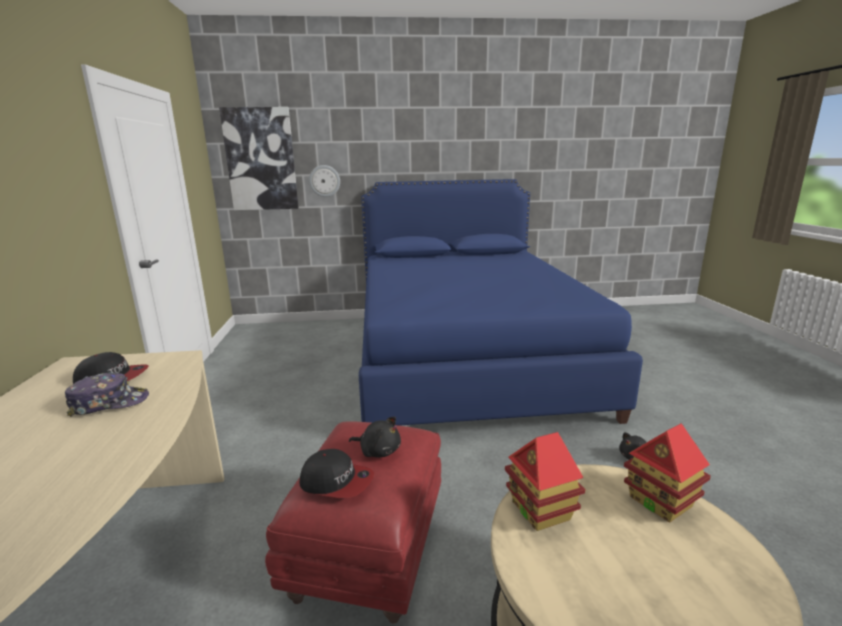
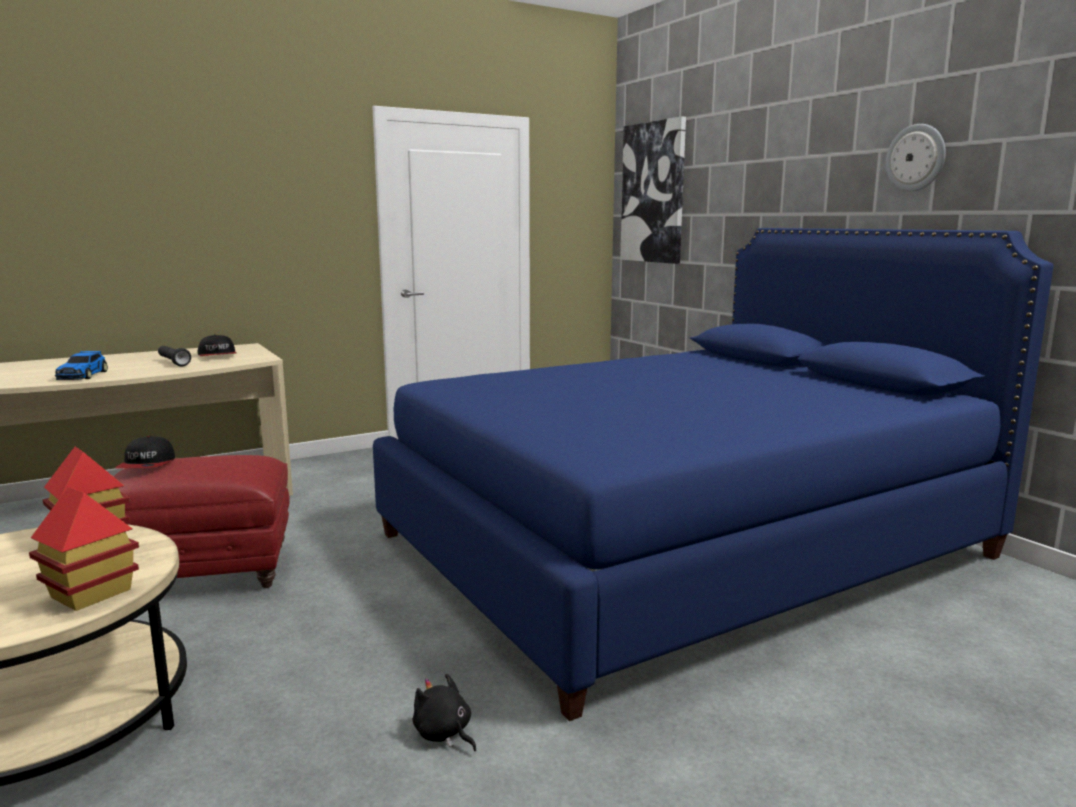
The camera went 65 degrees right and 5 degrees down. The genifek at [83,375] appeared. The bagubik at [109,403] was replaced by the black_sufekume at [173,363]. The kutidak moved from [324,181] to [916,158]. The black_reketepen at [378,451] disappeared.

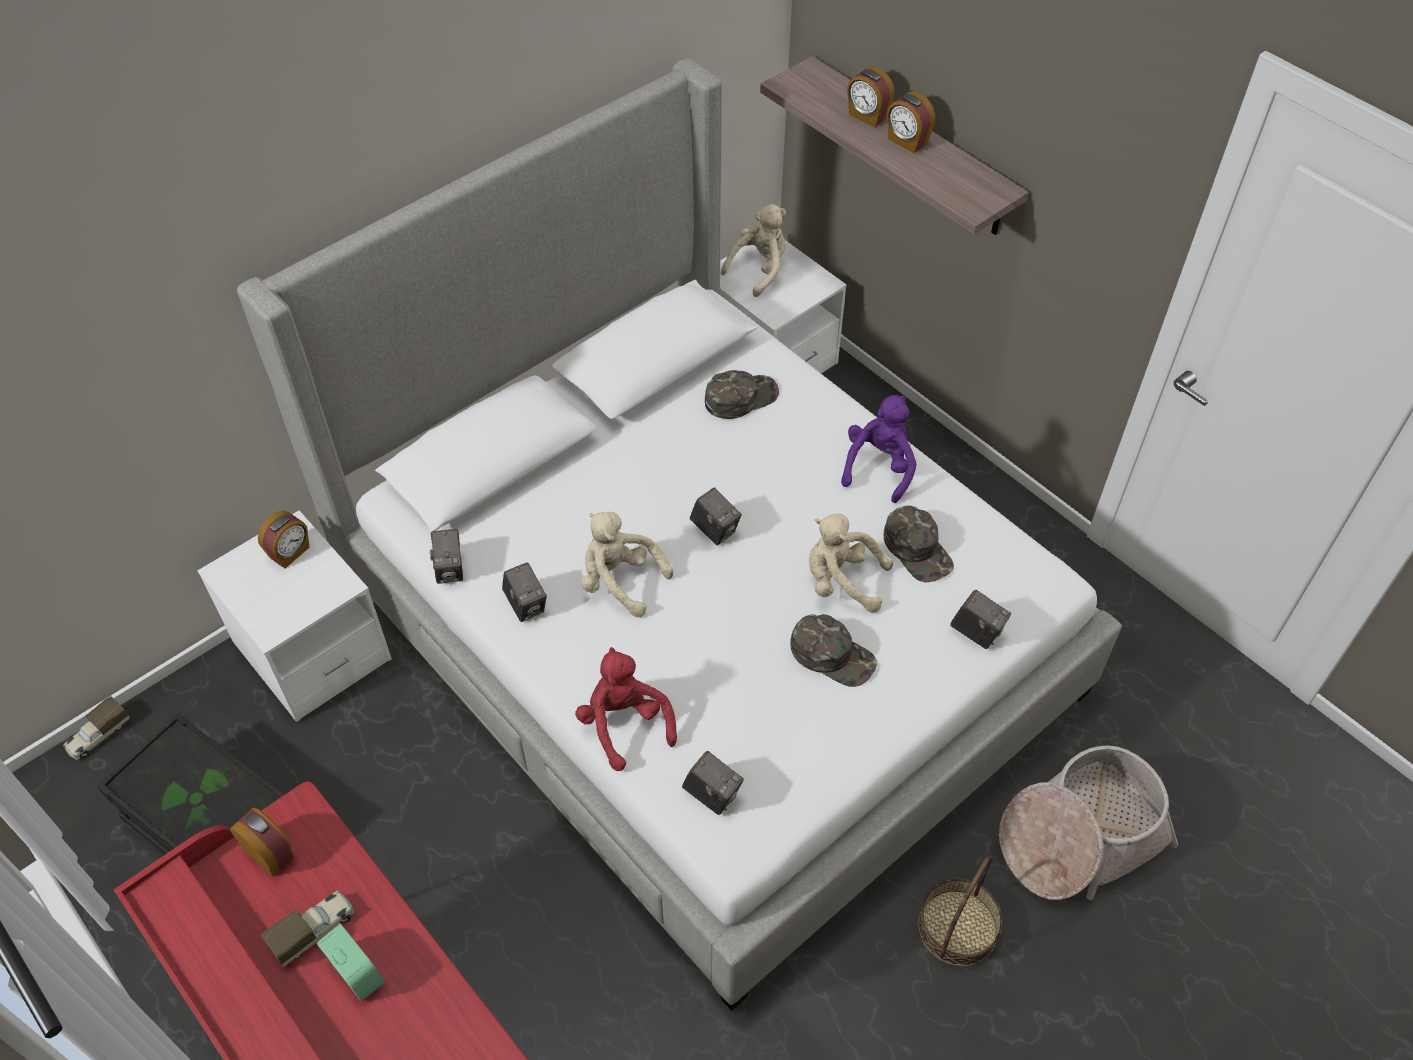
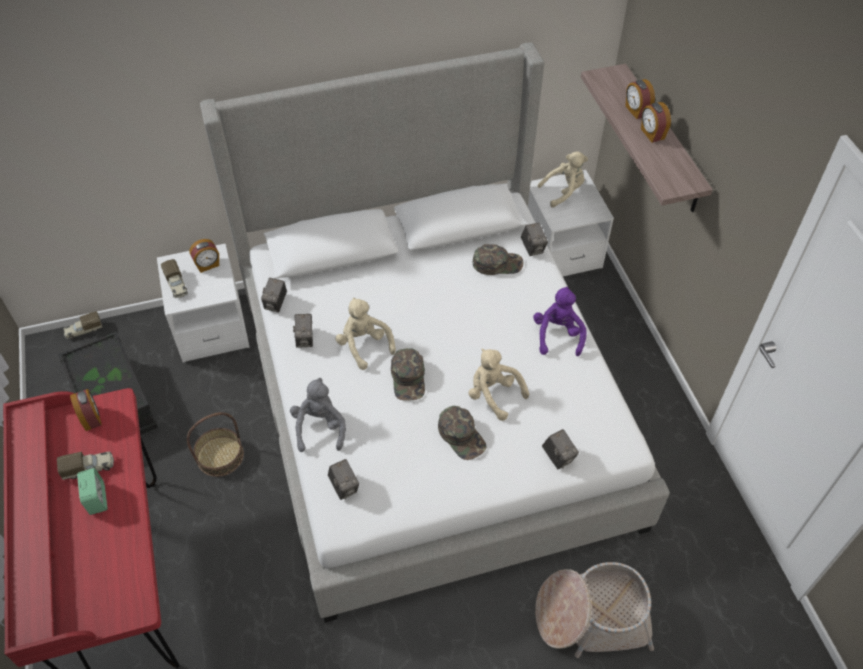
The camera went 25 degrees right and 0 degrees up. The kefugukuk at [176,285] appeared. The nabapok moved from [957,927] to [220,456]. The red_reketepen at [624,724] became the grey_reketepen at [319,427]. The green_bagubik moved from [918,549] to [409,378]. The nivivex moved from [715,530] to [533,248]. The purple_reketepen at [879,467] turned 45 degrees counterclockwise.

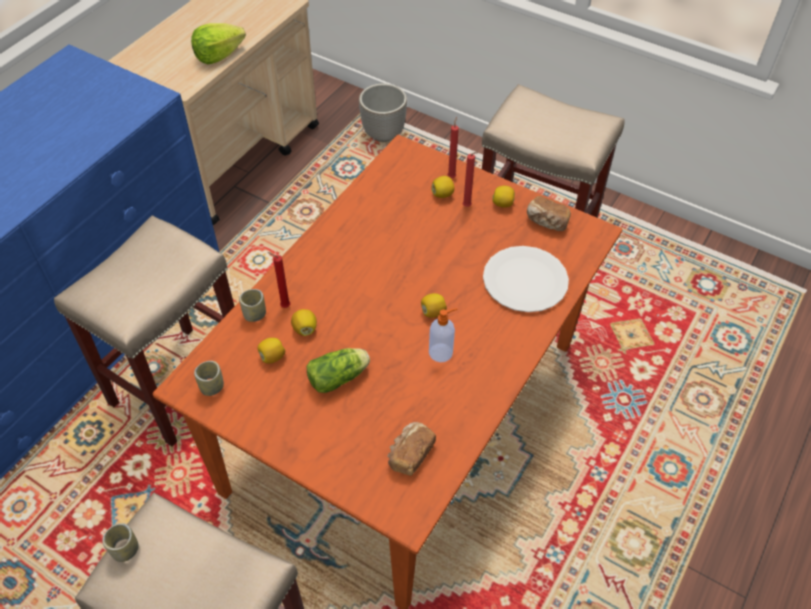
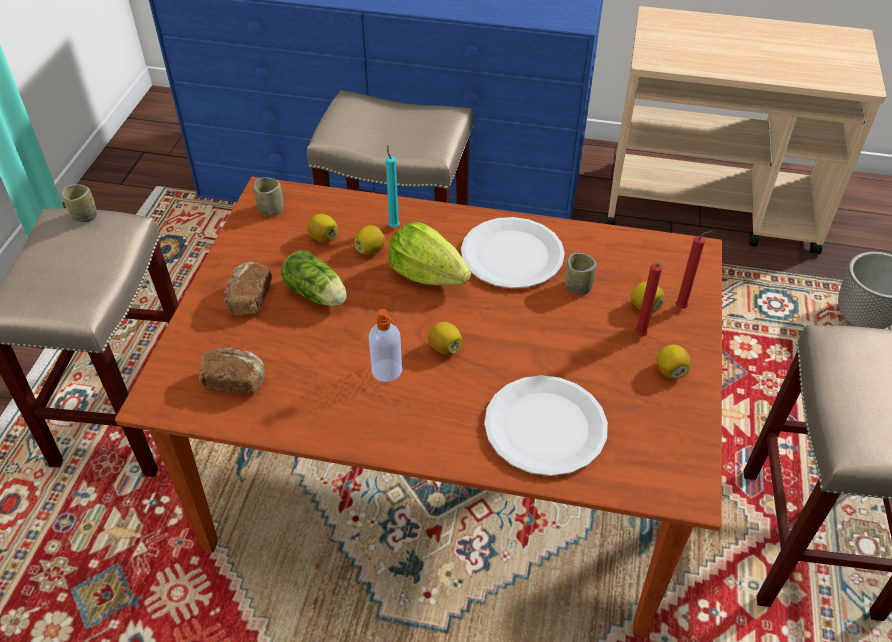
The camera went 70 degrees right and 5 degrees down. The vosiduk moved from [546,222] to [249,298]. The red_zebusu at [284,306] became the turquoise_zebusu at [393,226]. The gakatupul moved from [218,56] to [427,275]. The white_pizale at [512,255] appeared. The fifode moved from [255,314] to [578,287].

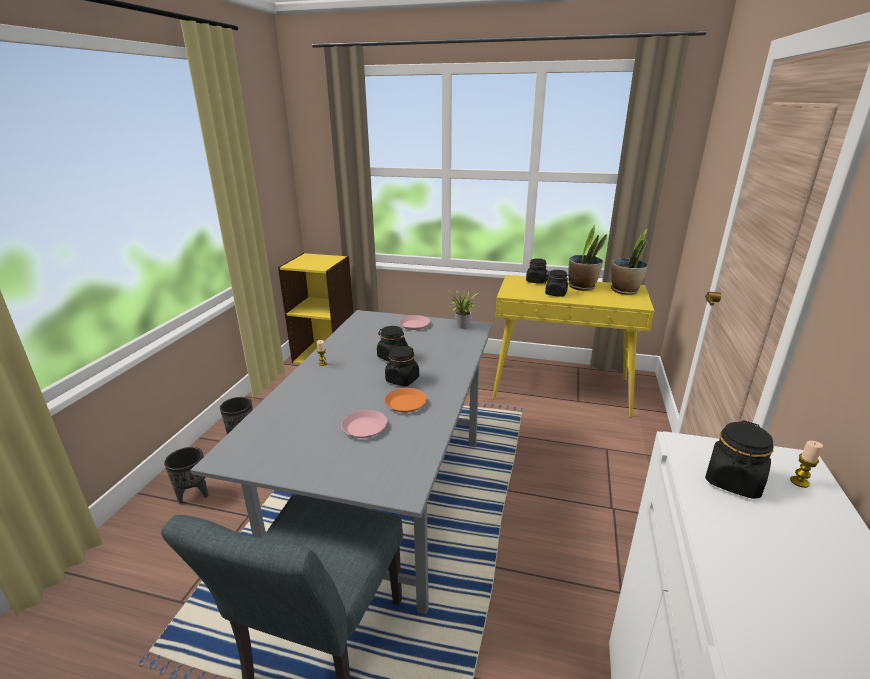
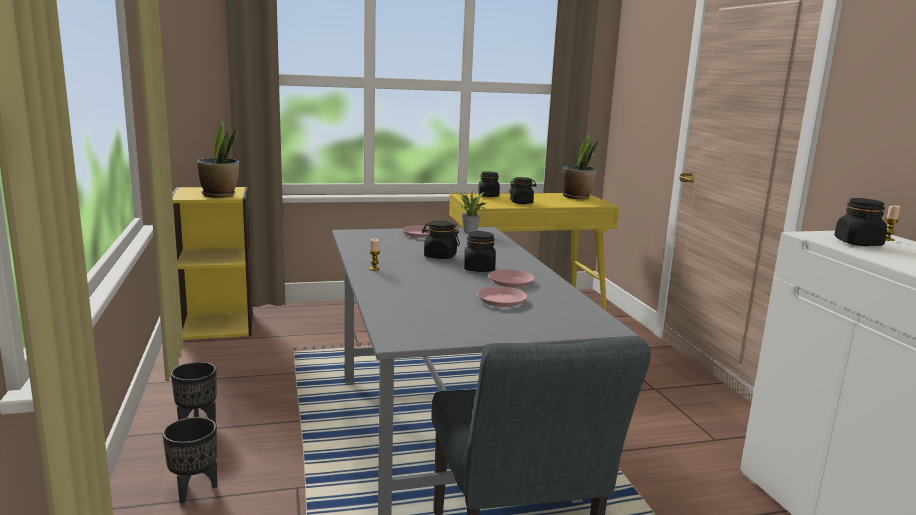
The camera went 30 degrees left and 10 degrees down. The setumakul moved from [582,287] to [220,195]. The orange_pizale at [405,403] became the pink_pizale at [510,282].

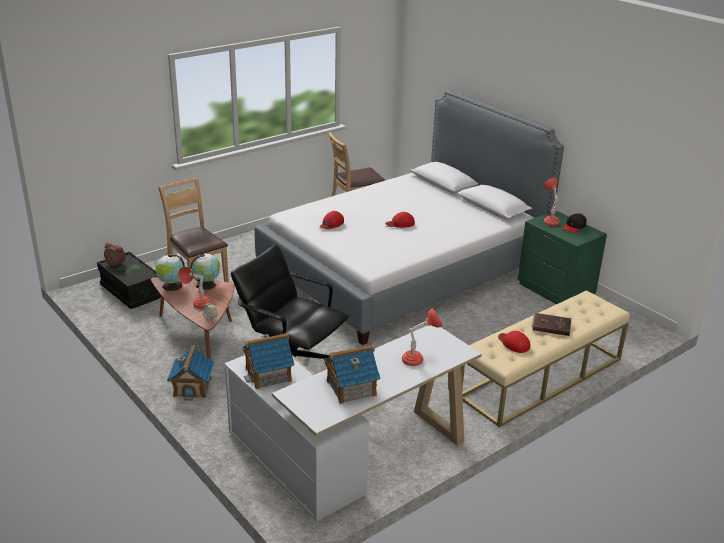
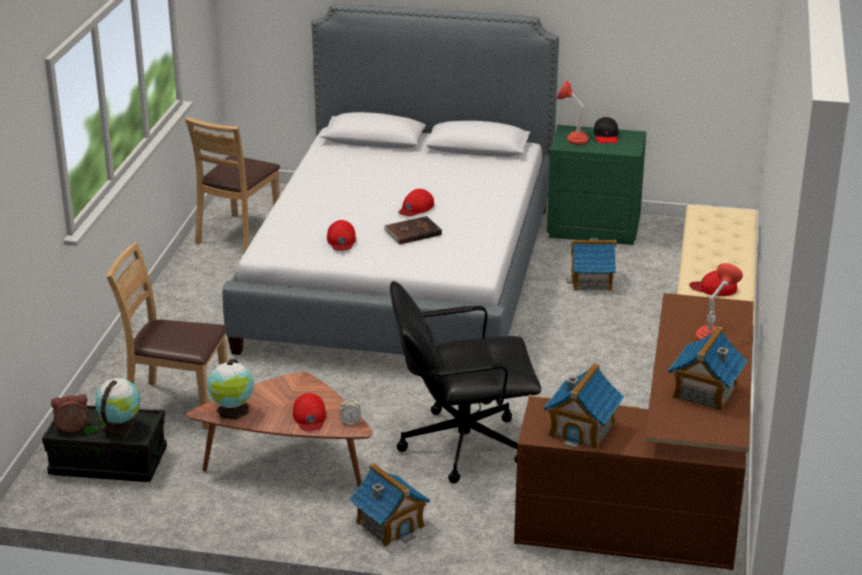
The camera went 40 degrees left and 0 degrees up. The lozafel moved from [207,284] to [120,427]. The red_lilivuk at [197,306] was replaced by the red_bagubik at [309,417]. The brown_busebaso moved from [551,325] to [412,232]. The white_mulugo at [347,455] became the brown_mulugo at [659,496]. The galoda at [591,281] appeared.

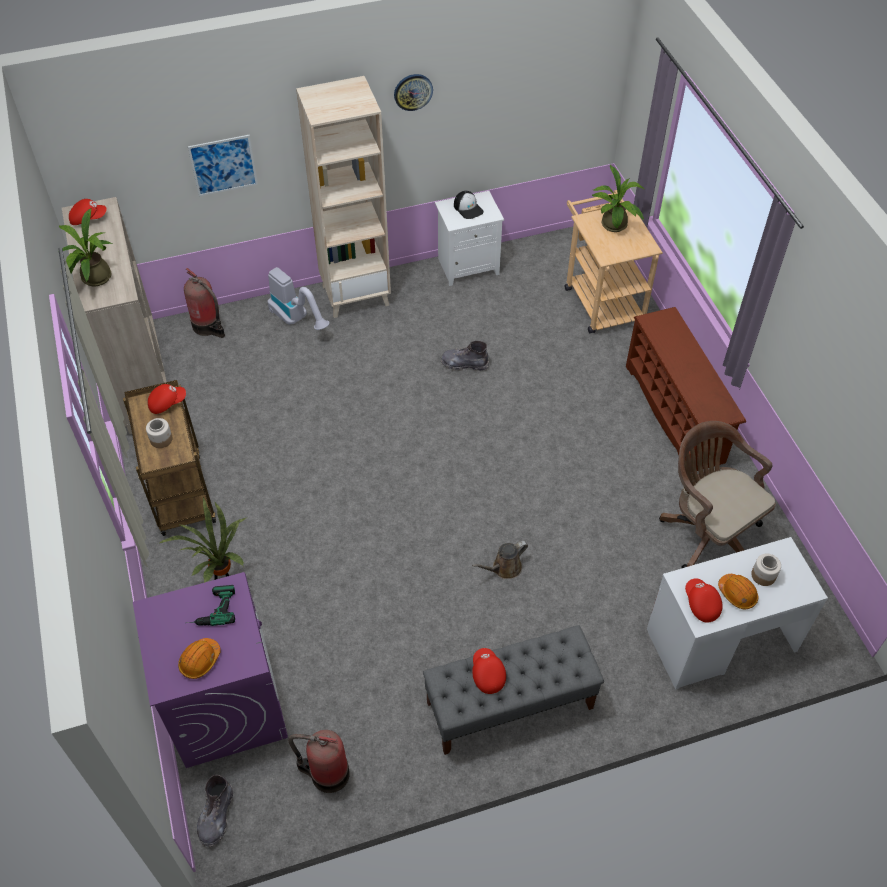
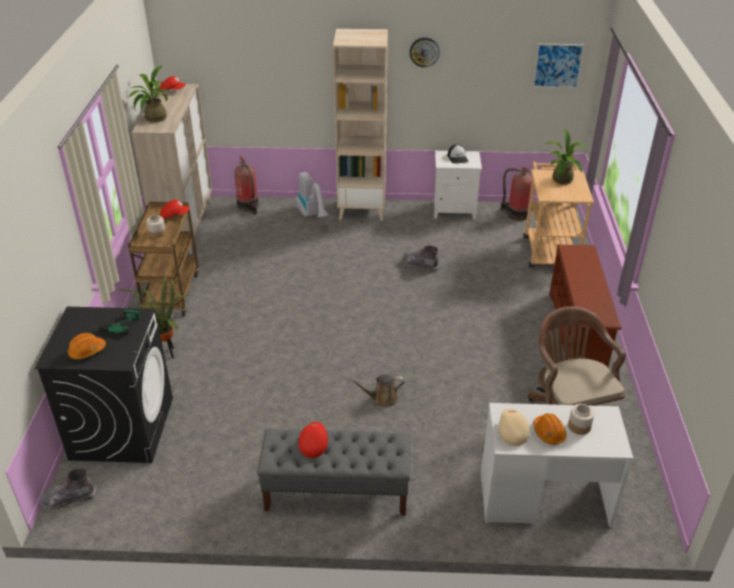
The camera went 20 degrees right and 15 degrees down. The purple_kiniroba at [226,703] became the black_kiniroba at [122,427]. The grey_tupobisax at [216,816] turned 45 degrees clockwise. The red_bagubik at [701,604] became the beige_bagubik at [512,431]. The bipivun moved from [327,773] to [516,214]. The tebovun moved from [223,165] to [558,66].

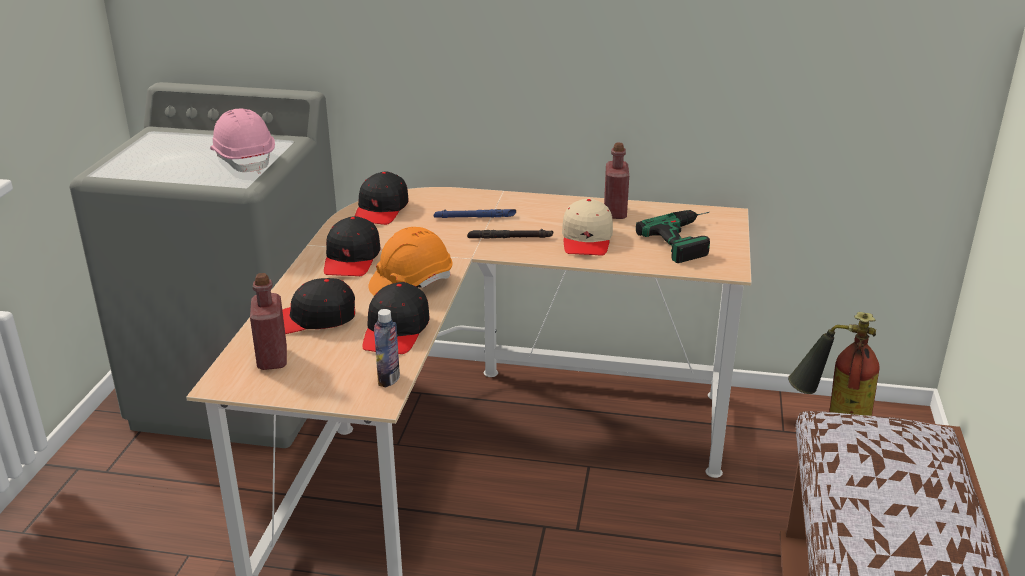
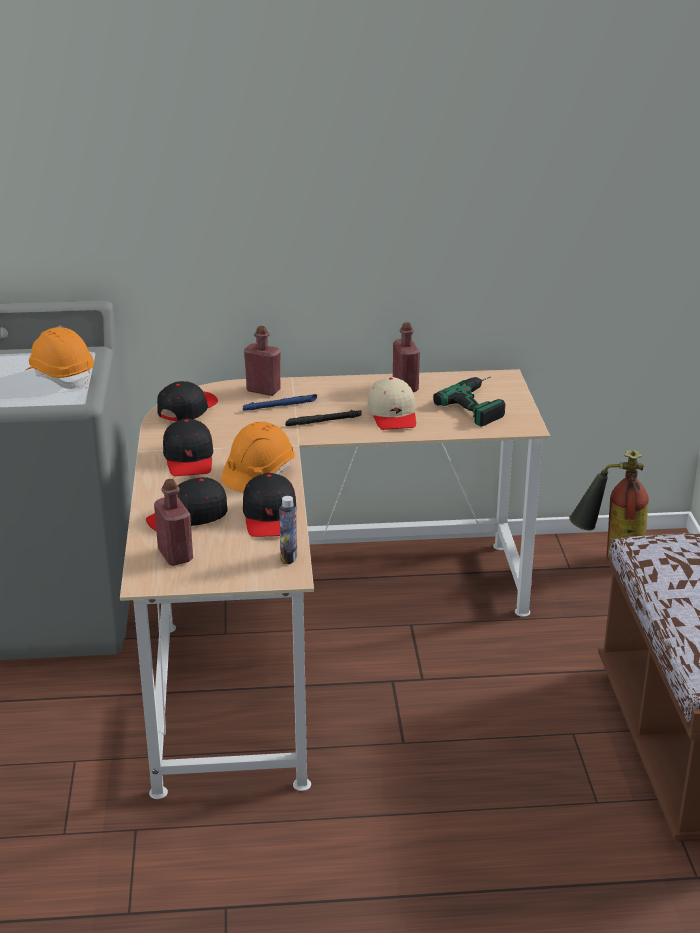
The camera went 15 degrees left and 0 degrees up. The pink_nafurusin at [244,160] became the orange_nafurusin at [61,376]. The black_bagubik at [381,210] turned 150 degrees counterclockwise. The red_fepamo at [263,390] appeared.

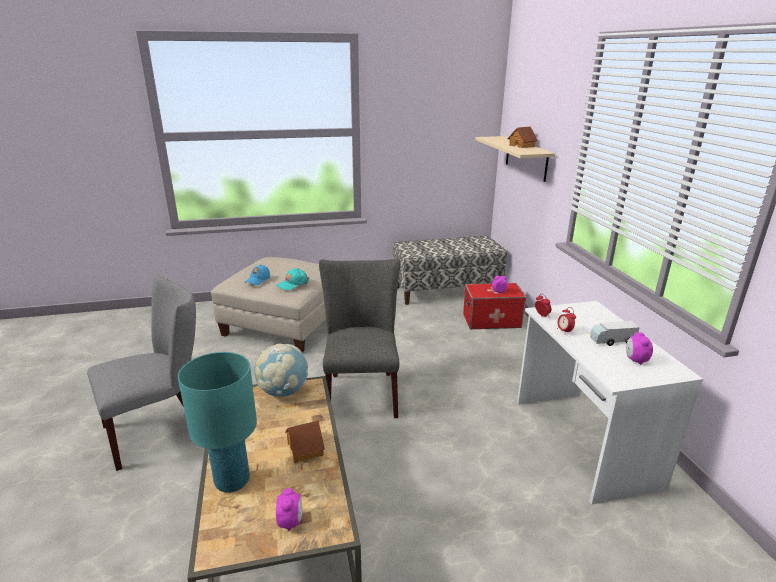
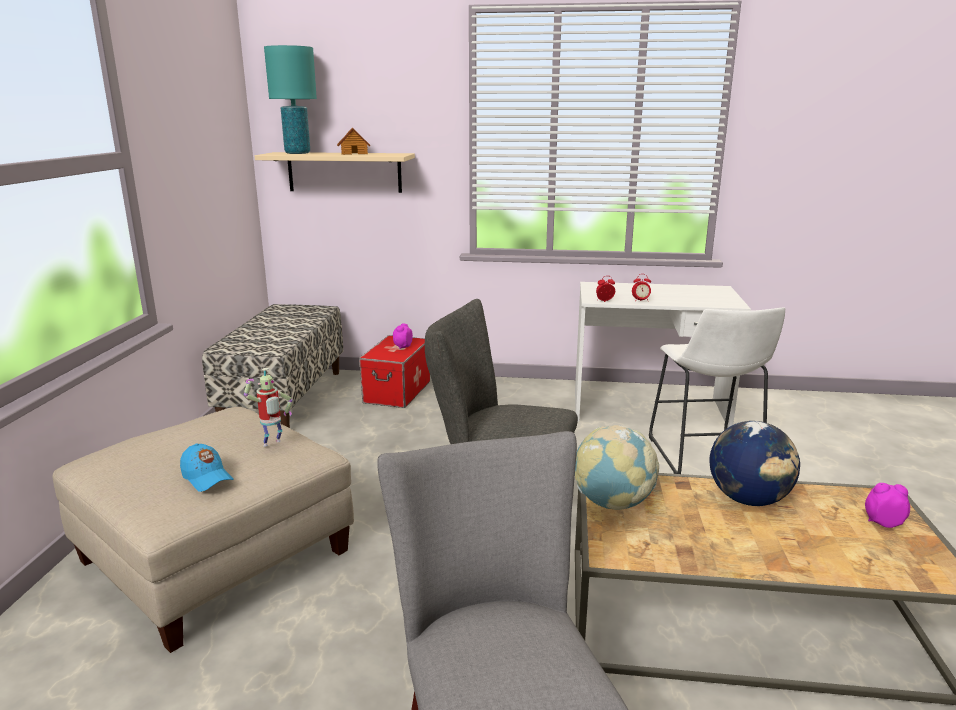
The camera went 70 degrees left and 5 degrees down. The turquoise_bagubik at [293,284] was replaced by the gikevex at [272,444]. The turquoise_lilivuk moved from [232,481] to [297,153]. The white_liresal at [704,459] appeared. The galoda at [306,448] was replaced by the lozafel at [748,499]. The kefugukuk at [612,341] disappeared. The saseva at [635,360] disappeared.

